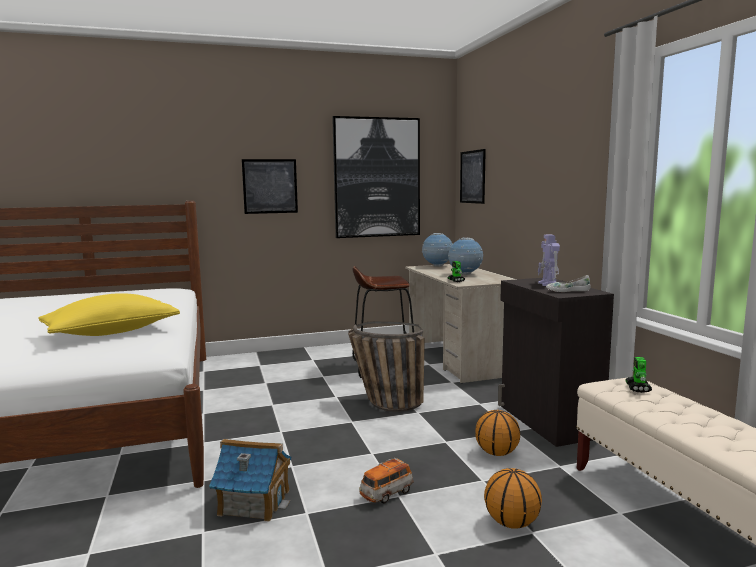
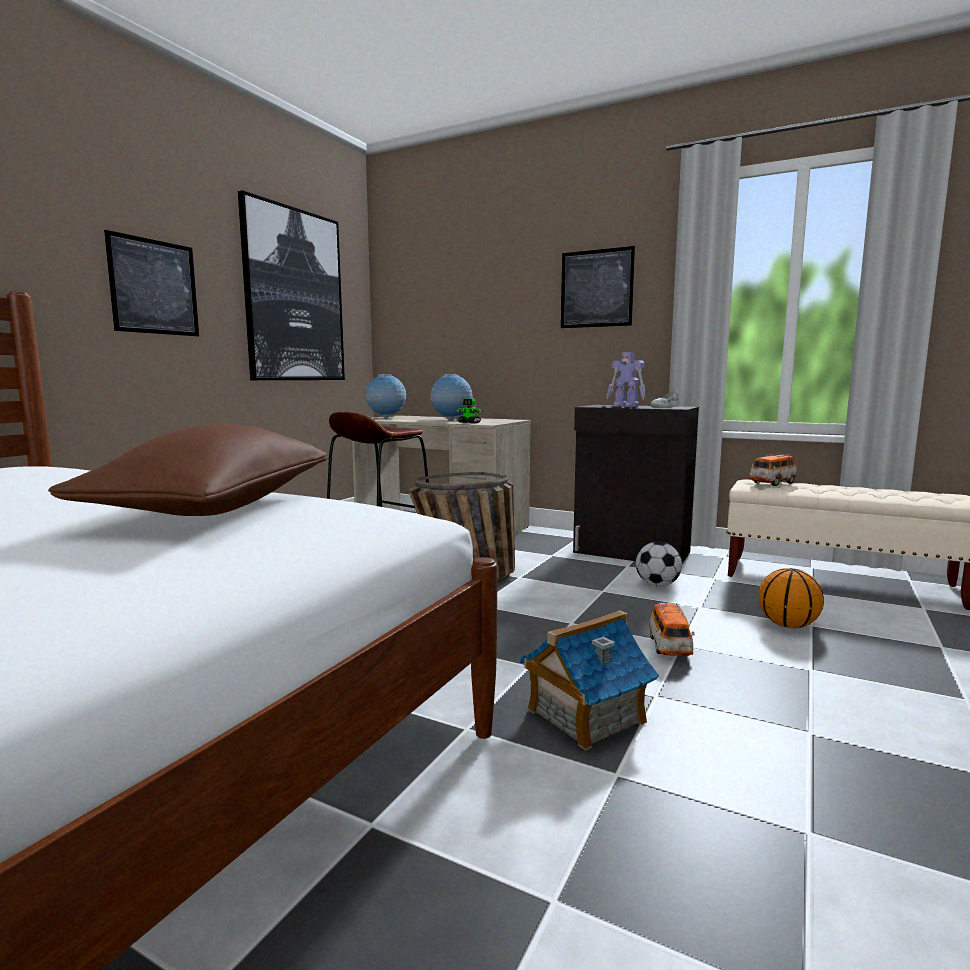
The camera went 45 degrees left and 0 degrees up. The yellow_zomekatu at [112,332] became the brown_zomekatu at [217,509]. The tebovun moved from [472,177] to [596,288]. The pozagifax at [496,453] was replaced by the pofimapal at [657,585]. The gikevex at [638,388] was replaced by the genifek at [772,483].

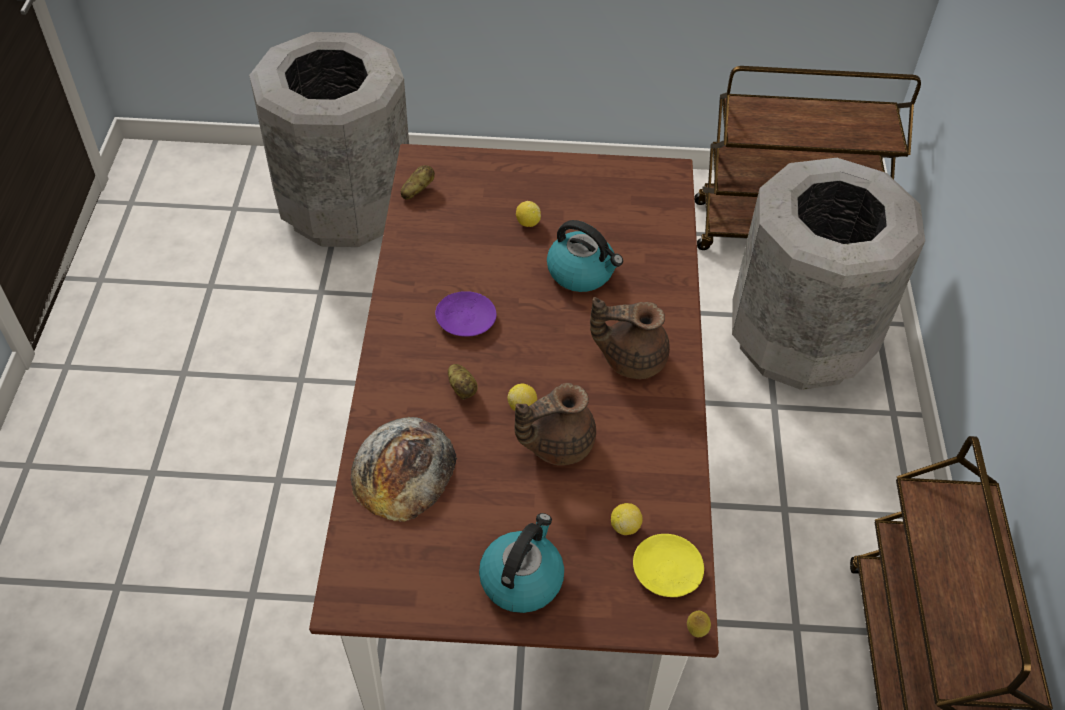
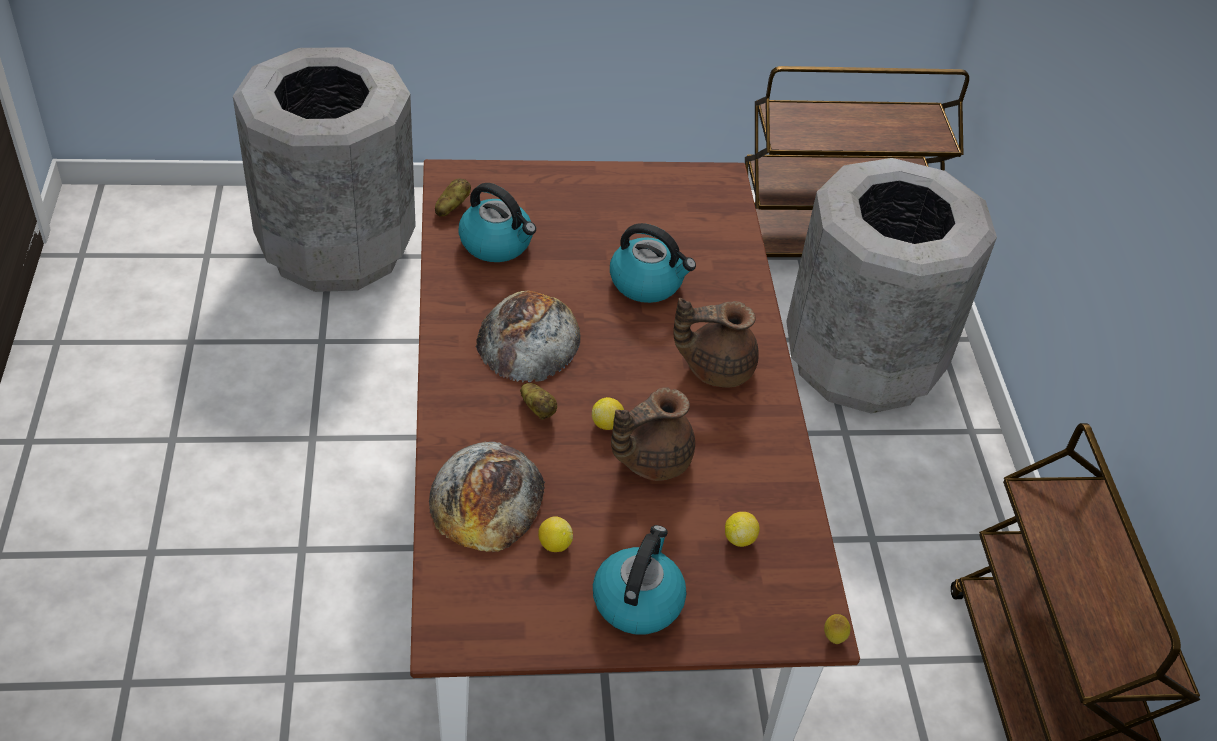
The camera went 10 degrees left and 5 degrees down. The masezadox at [497,243] appeared. The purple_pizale at [465,319] was replaced by the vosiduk at [528,337]. The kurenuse moved from [527,223] to [554,544]. The yellow_pizale at [667,571] disappeared.

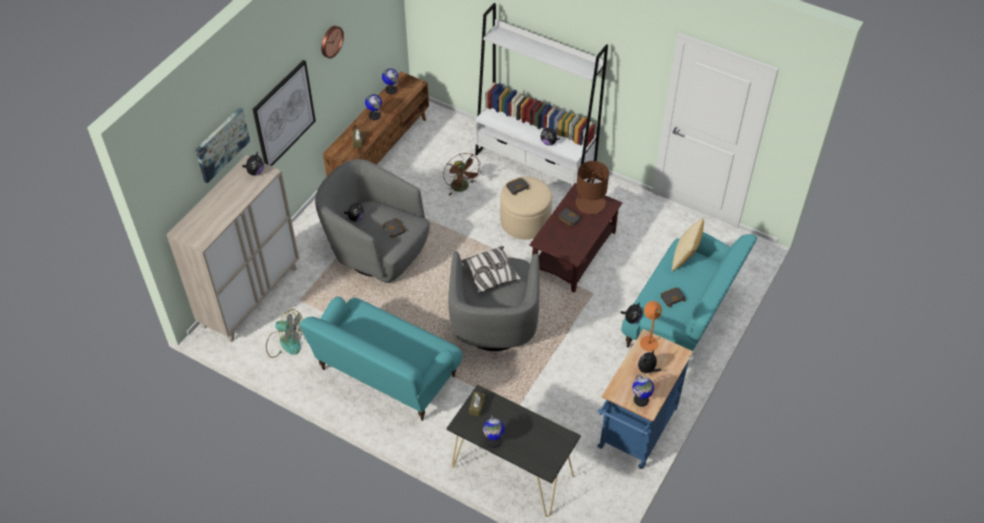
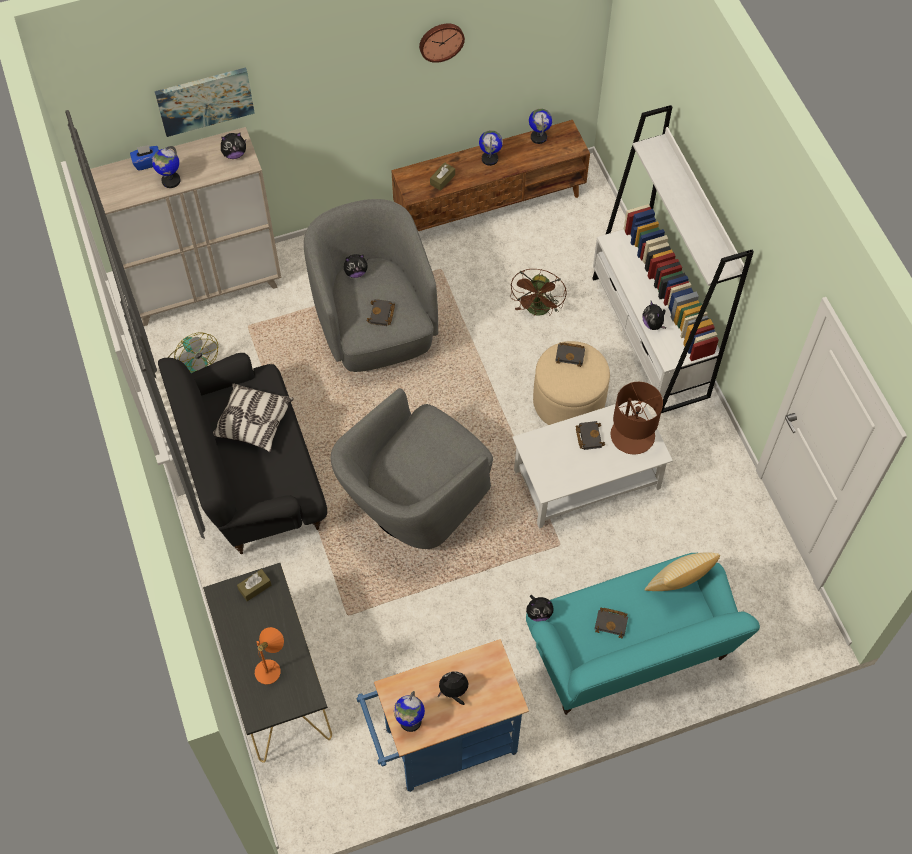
The camera went 40 degrees right and 10 degrees up. The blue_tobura at [147,162] appeared. The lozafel moved from [494,441] to [170,180]. The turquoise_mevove at [386,375] became the black_mevove at [253,476]. The zomekatu moved from [491,275] to [253,423]. The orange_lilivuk moved from [649,340] to [271,668]. The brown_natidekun at [574,253] became the white_natidekun at [586,480]. The tebovun at [284,114] disappeared.

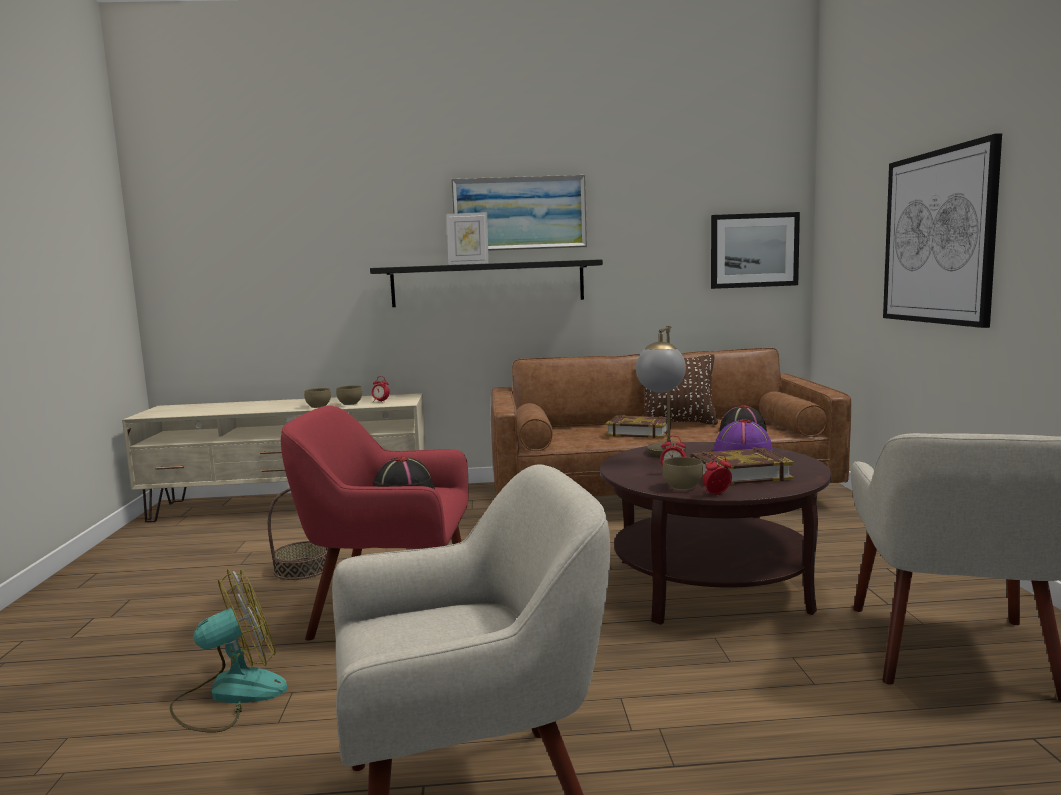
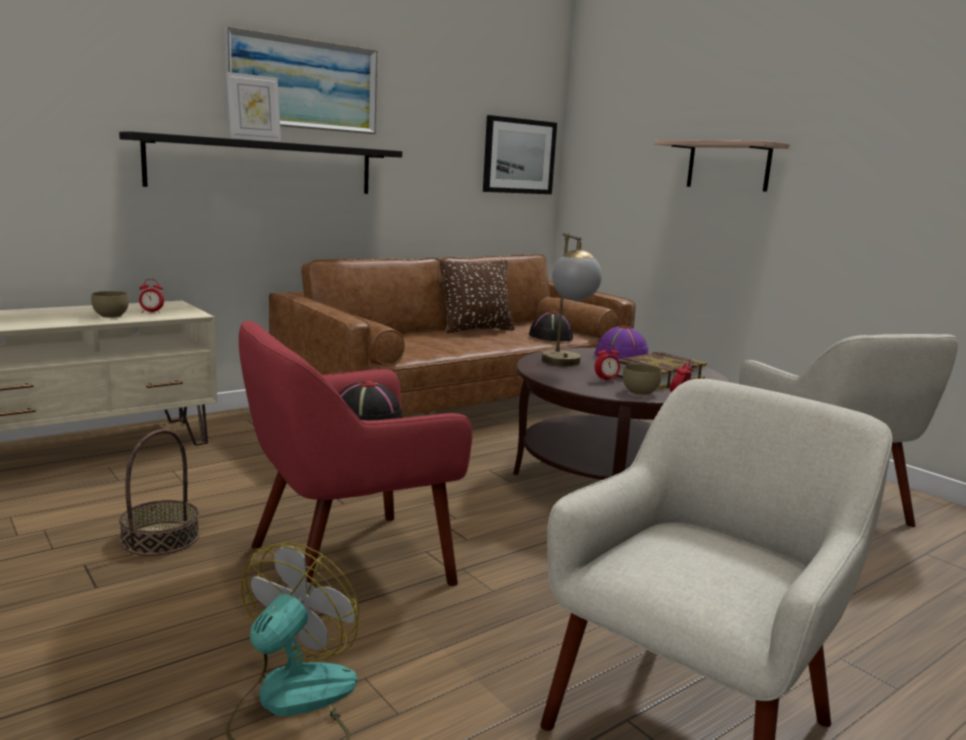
The camera went 35 degrees left and 5 degrees up. The tebovun at [938,237] was replaced by the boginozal at [728,166]. The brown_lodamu at [319,406] disappeared. The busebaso at [639,432] disappeared.

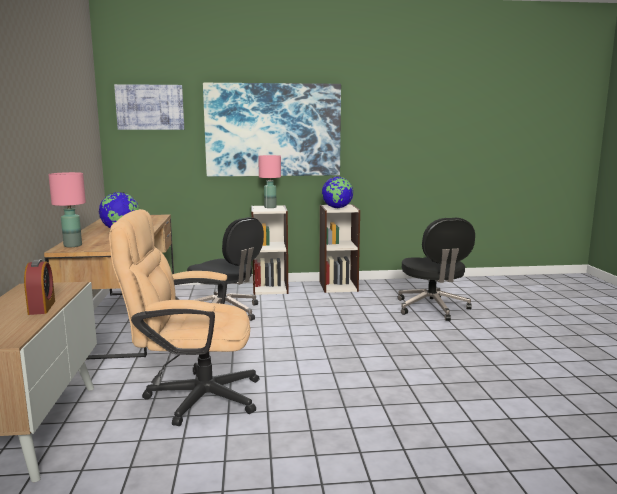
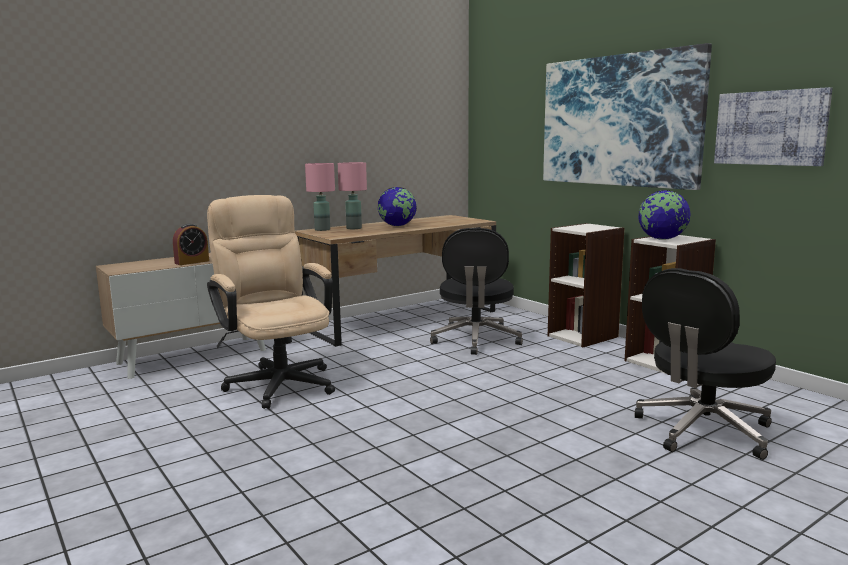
The camera went 60 degrees right and 0 degrees up. The pink_lilivuk moved from [270,207] to [353,228]. The tebovun moved from [150,107] to [770,128].

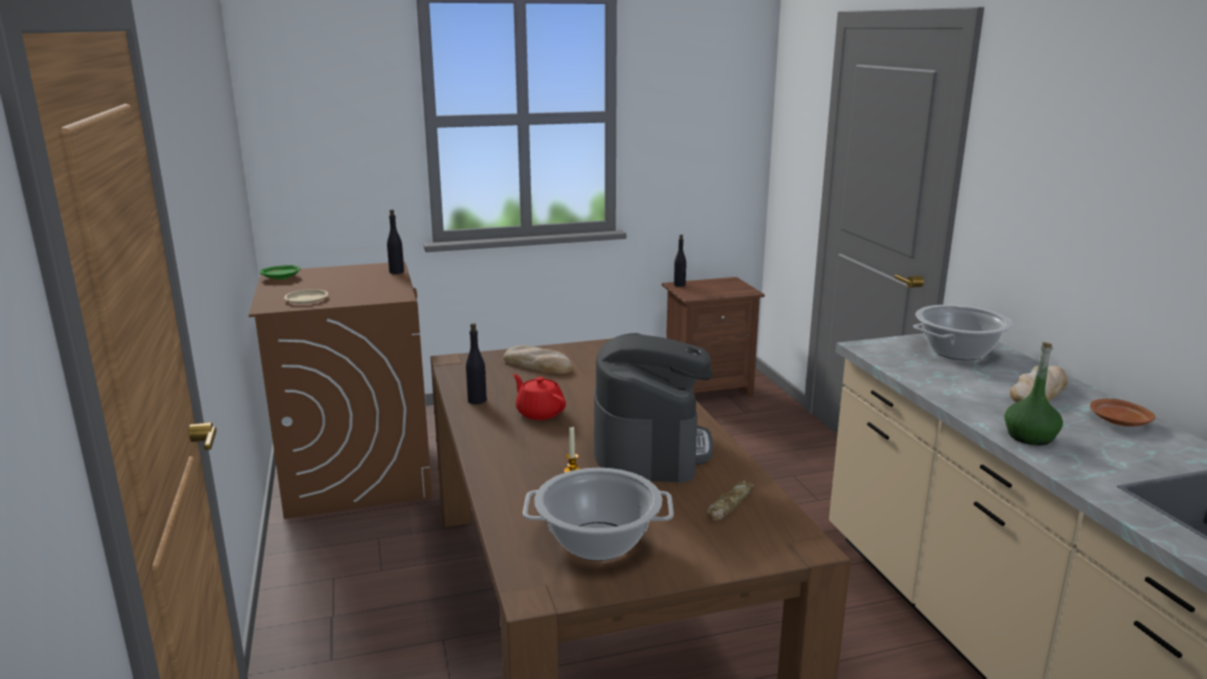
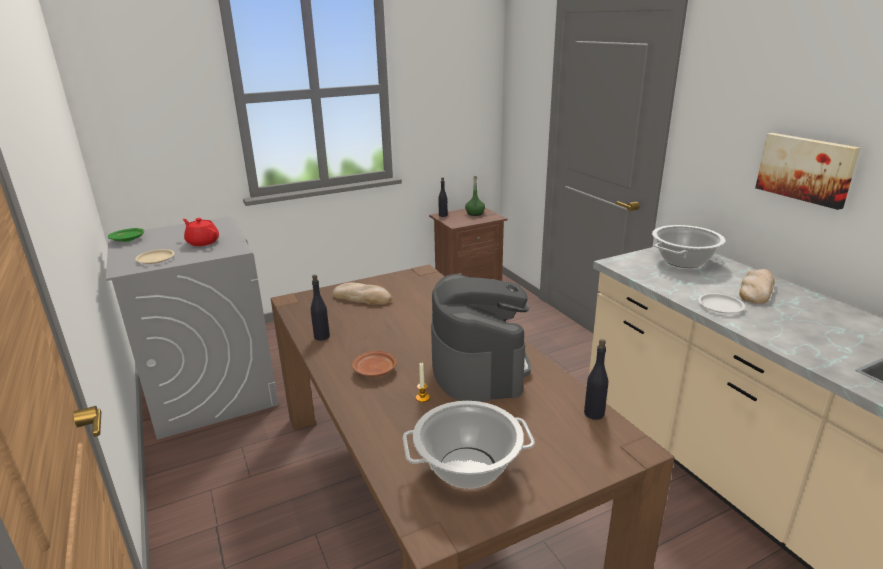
The camera went 10 degrees left and 5 degrees up. The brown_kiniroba at [357,472] became the grey_kiniroba at [212,389]. The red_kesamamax moved from [539,412] to [202,242]. The brown_pizale moved from [1119,422] to [375,371]. The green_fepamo moved from [1030,437] to [475,213]. The black_fepamo moved from [397,272] to [594,413]. The white_pizale at [720,306] appeared. The tebovun at [806,169] appeared. The vosiduk at [729,505] disappeared.

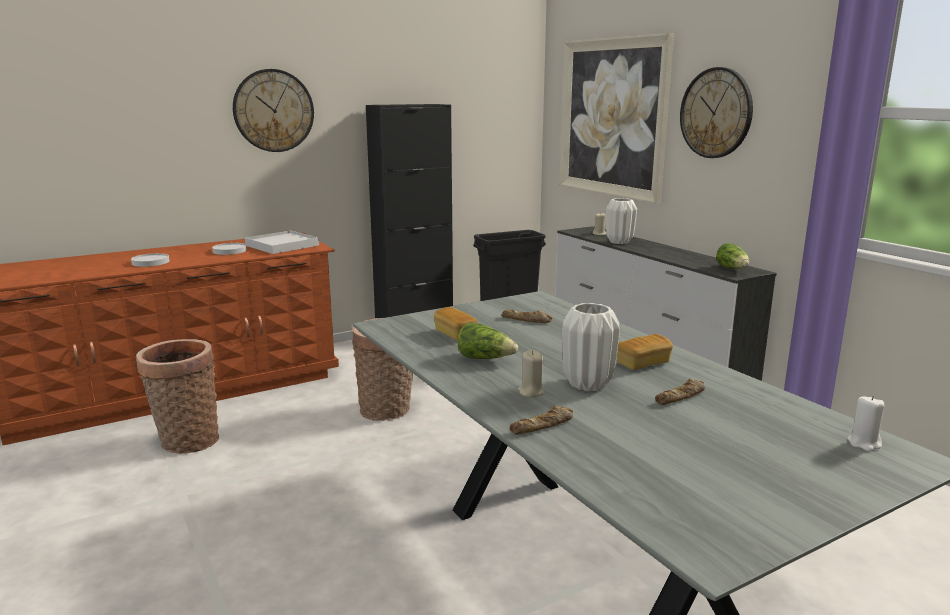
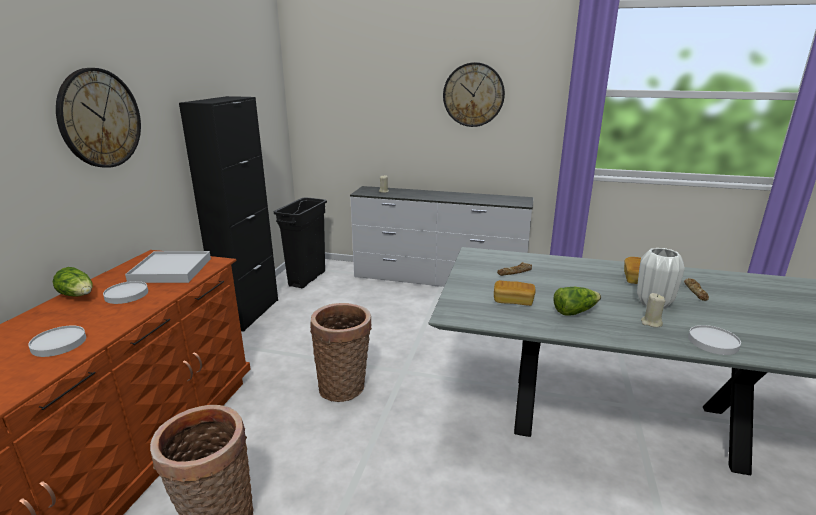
The camera went 45 degrees left and 5 degrees up. The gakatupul moved from [732,269] to [78,295]. The vosiduk at [543,426] was replaced by the white_pizale at [712,342]. The tebovun at [612,118] disappeared. The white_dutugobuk at [619,242] disappeared. The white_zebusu at [864,443] disappeared.

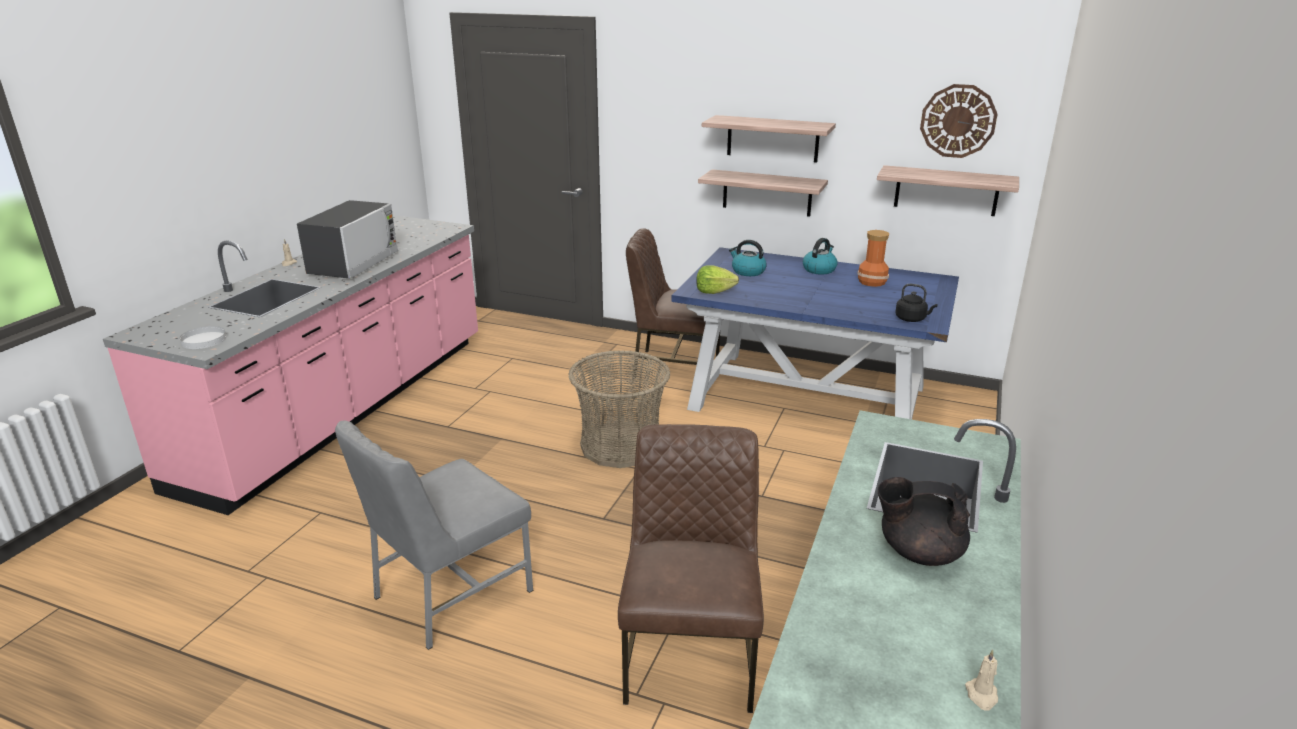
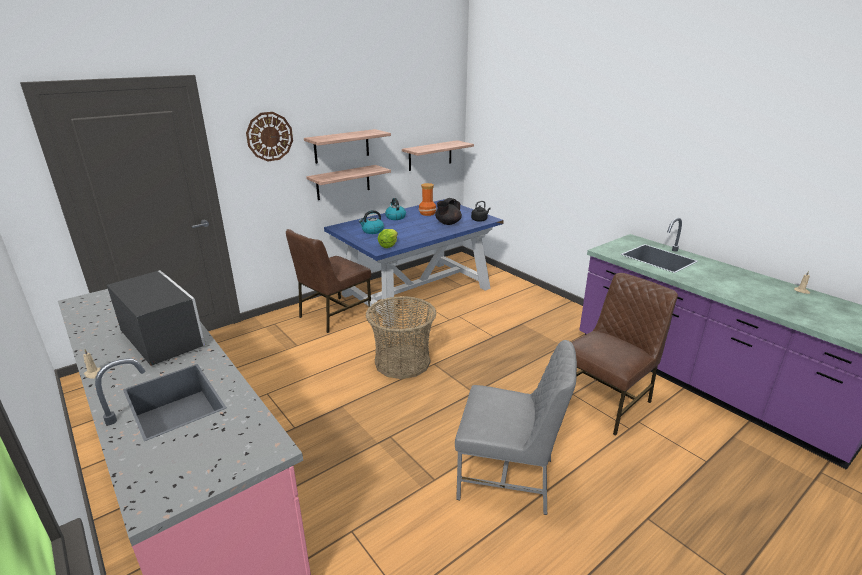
The camera went 60 degrees left and 0 degrees up. The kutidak moved from [958,121] to [269,136]. The black_kesamamax moved from [918,552] to [447,223]. The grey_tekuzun at [449,593] turned 60 degrees counterclockwise. The brown_tekuzun at [690,654] turned 105 degrees clockwise. The white_pizale at [204,340] disappeared.

